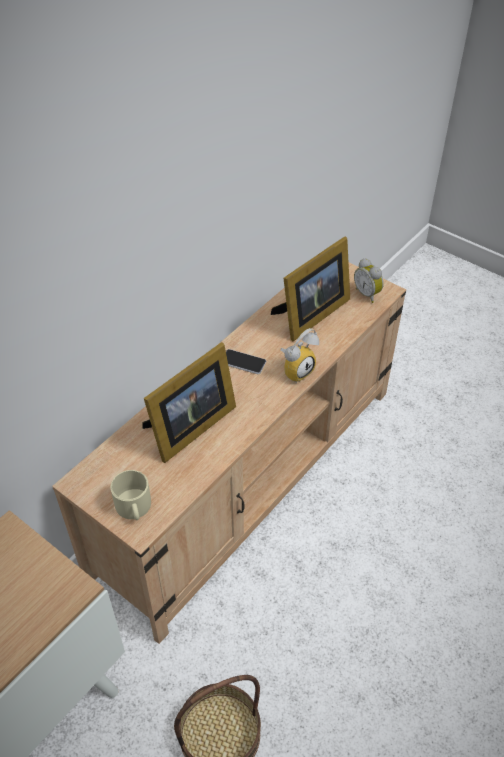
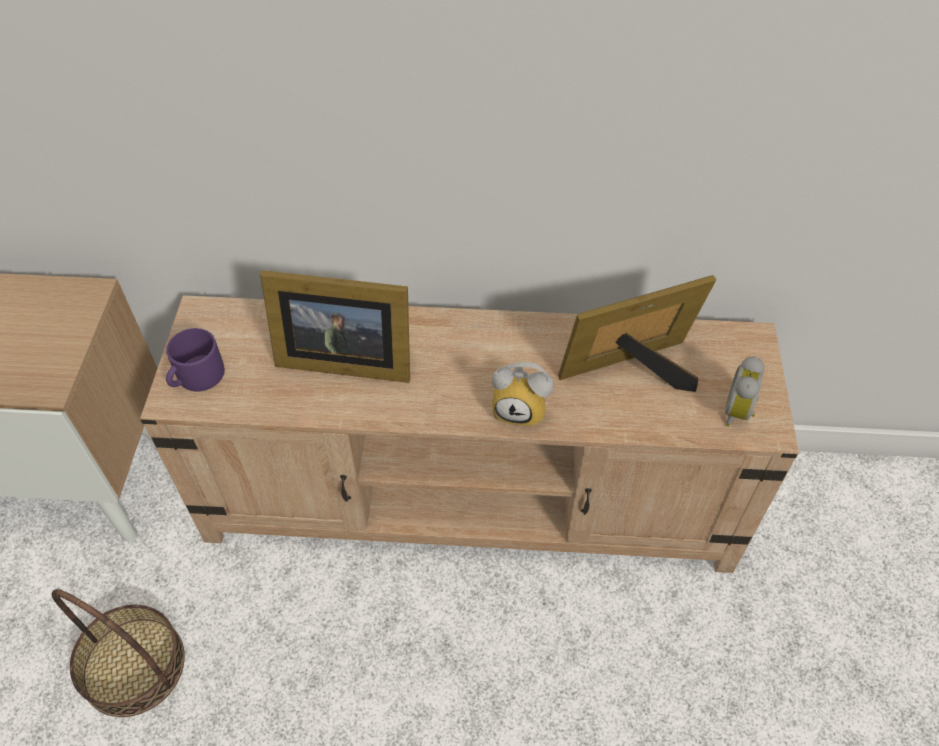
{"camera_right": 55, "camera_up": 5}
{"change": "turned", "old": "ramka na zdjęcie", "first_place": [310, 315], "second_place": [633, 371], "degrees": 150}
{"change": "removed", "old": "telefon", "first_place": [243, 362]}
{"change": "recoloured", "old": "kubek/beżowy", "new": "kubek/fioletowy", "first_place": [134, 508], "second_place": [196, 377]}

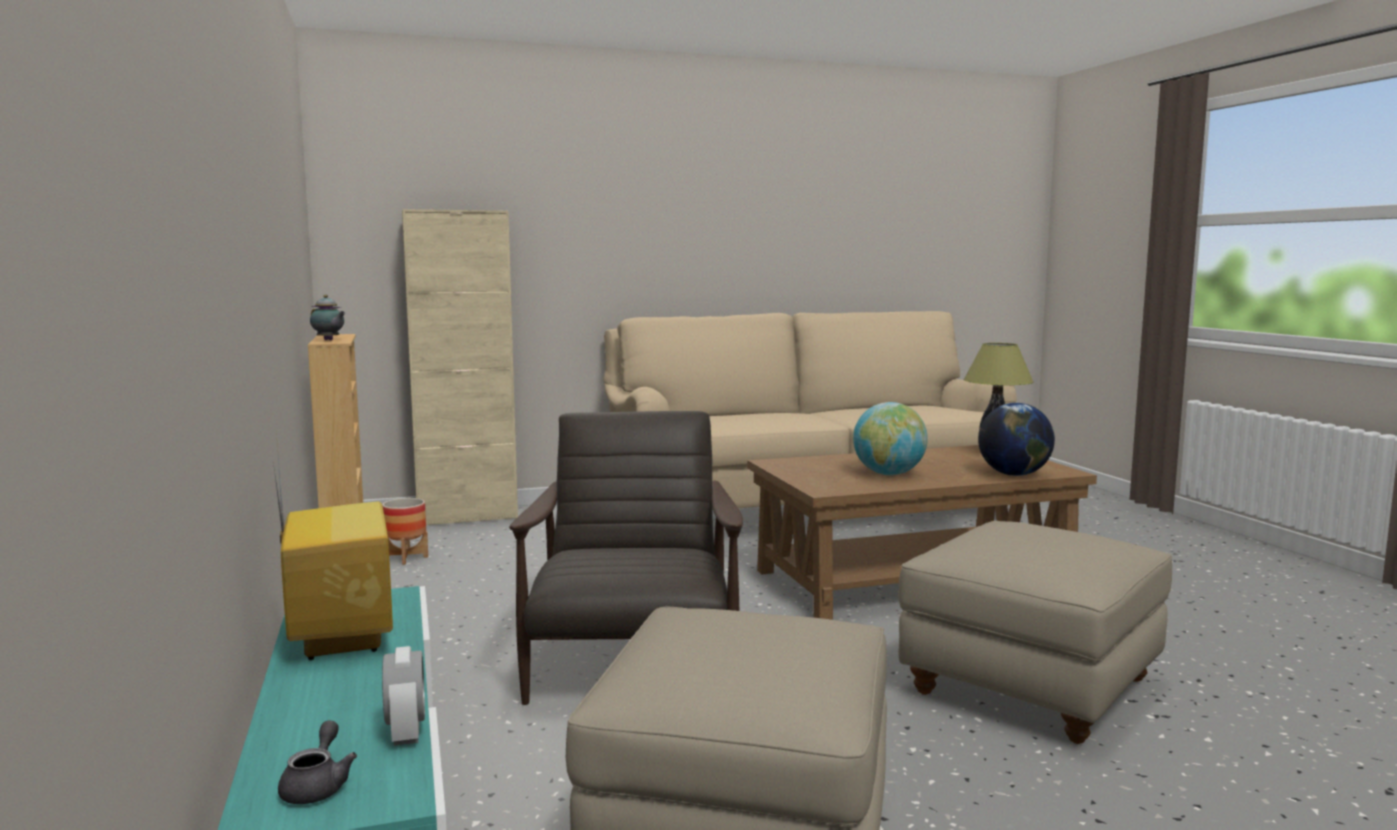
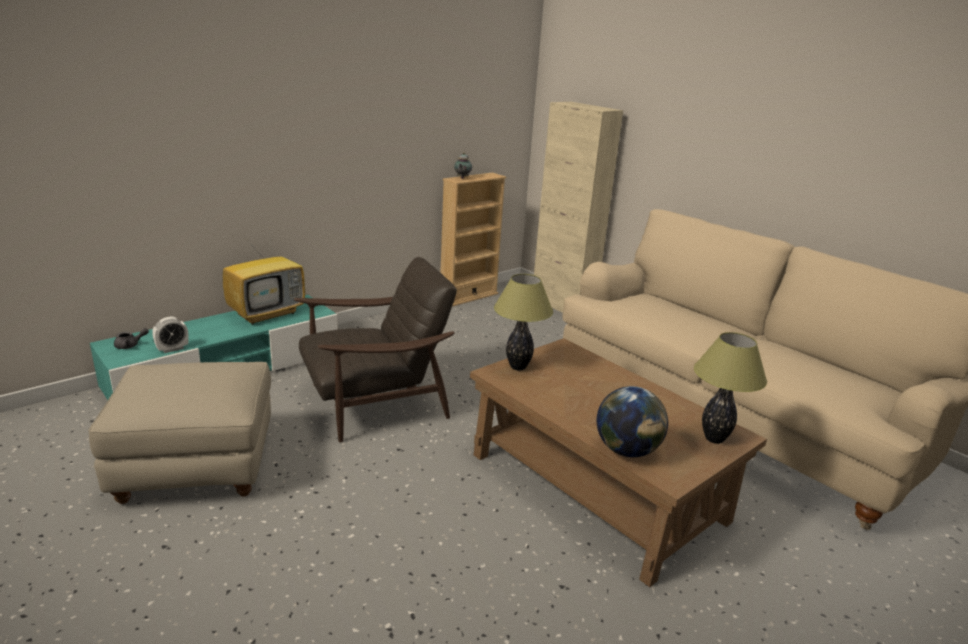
{"camera_right": 65, "camera_up": 15}
{"change": "removed", "old": "globus", "first_place": [888, 474]}
{"change": "removed", "old": "donica", "first_place": [406, 558]}
{"change": "removed", "old": "pufa/beżowy", "first_place": [1031, 688]}
{"change": "added", "new": "lampa stołowa", "second_place": [518, 367]}

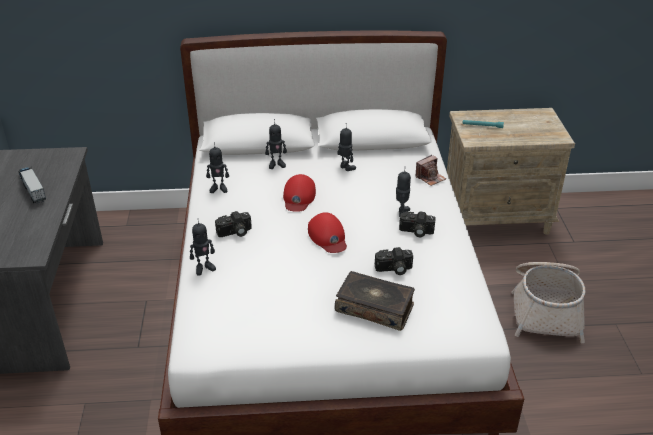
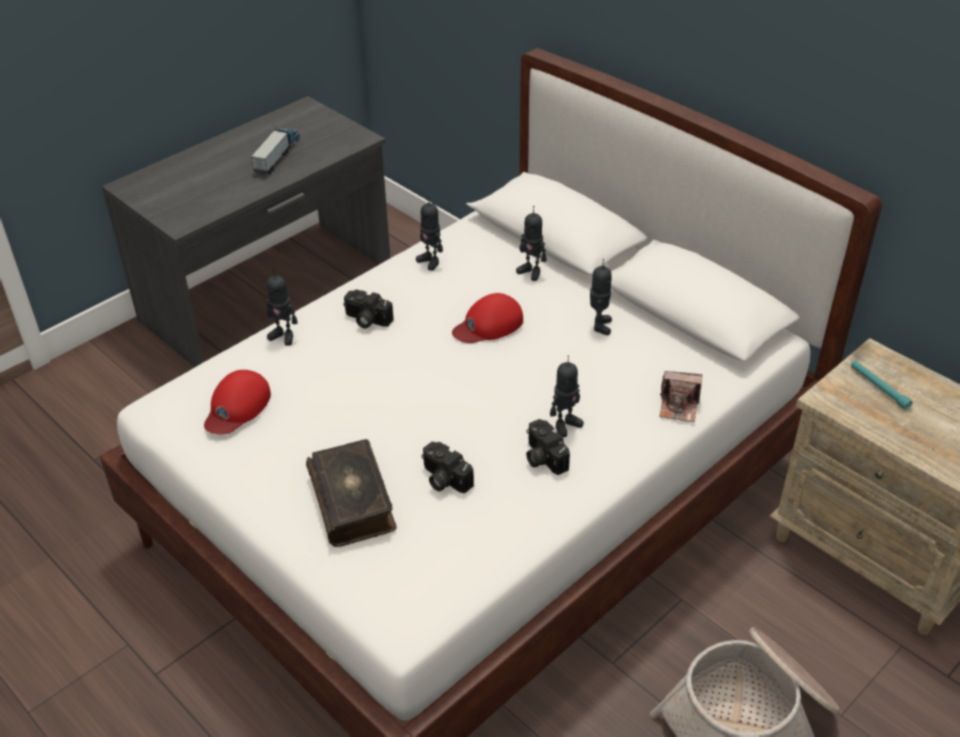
{"camera_right": 50, "camera_up": 5}
{"change": "moved", "old": "czapka z daszkiem/czerwony", "first_place": [328, 237], "second_place": [237, 407]}

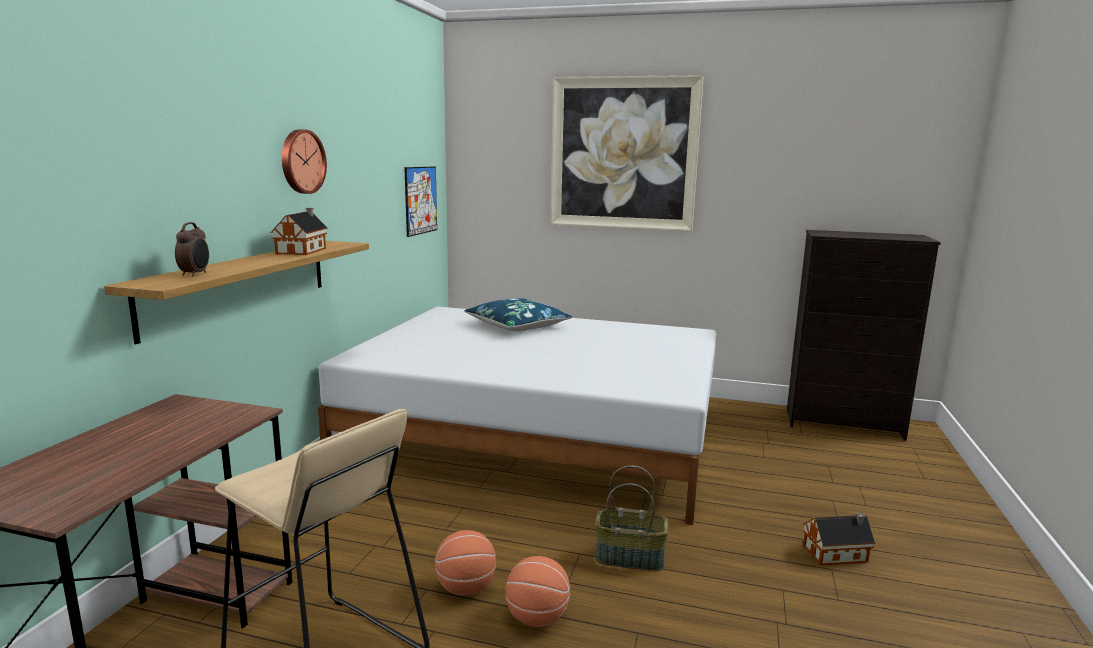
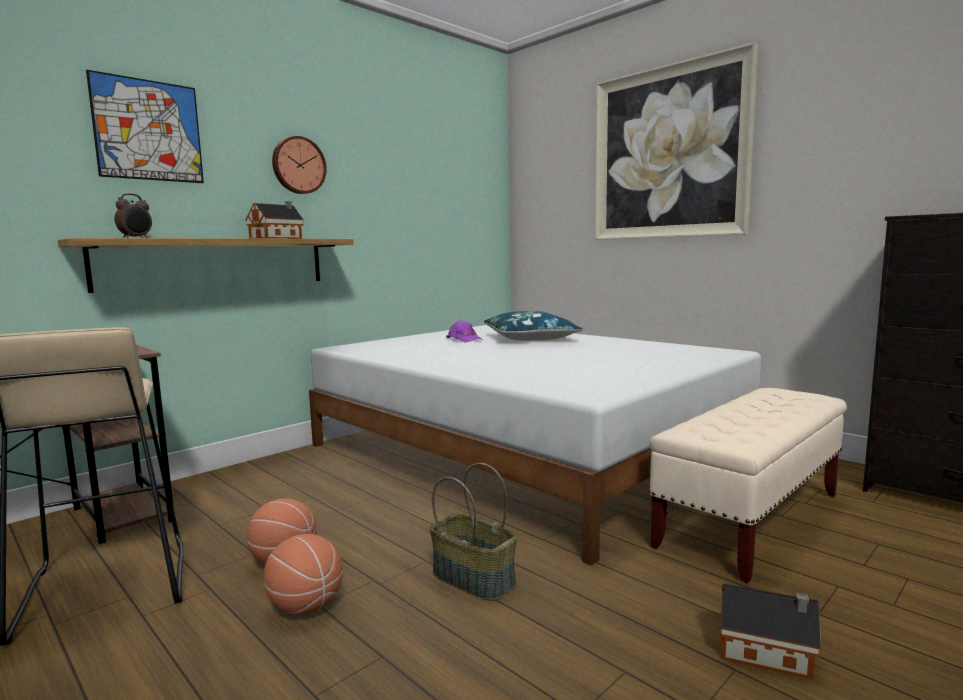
{"camera_right": 30, "camera_up": -5}
{"change": "moved", "old": "obraz", "first_place": [421, 200], "second_place": [148, 130]}
{"change": "added", "new": "czapka z daszkiem/fioletowy", "second_place": [464, 339]}
{"change": "added", "new": "ławka/beżowy", "second_place": [751, 519]}

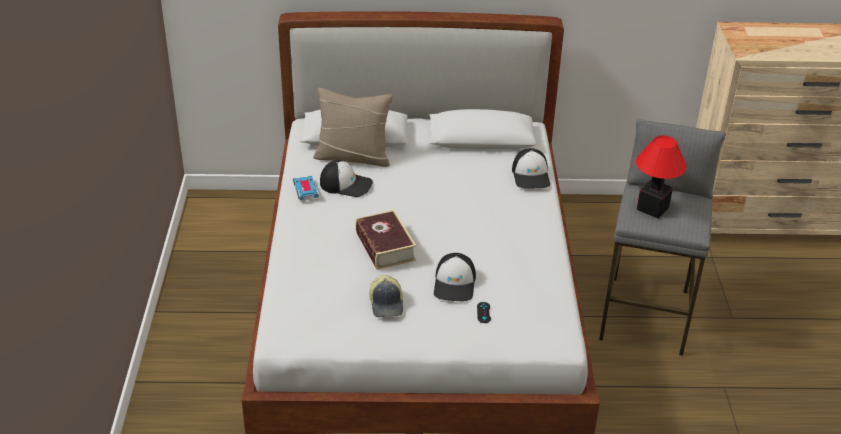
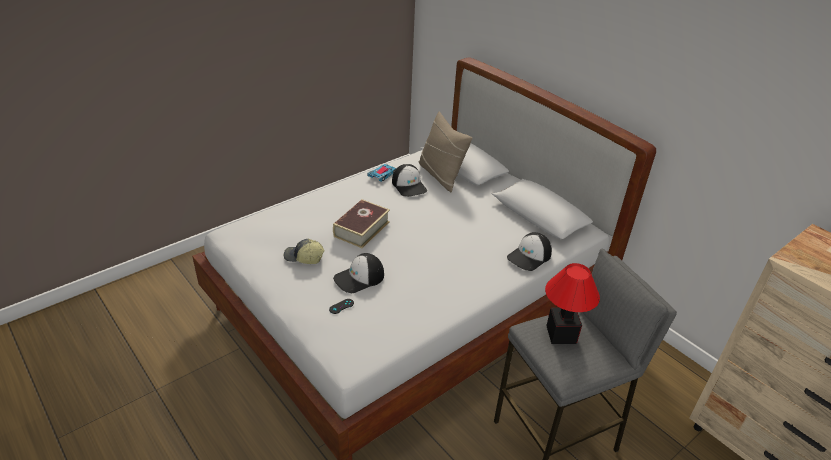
{"camera_right": 50, "camera_up": 0}
{"change": "turned", "old": "czapka z daszkiem", "first_place": [387, 304], "second_place": [303, 257], "degrees": 60}

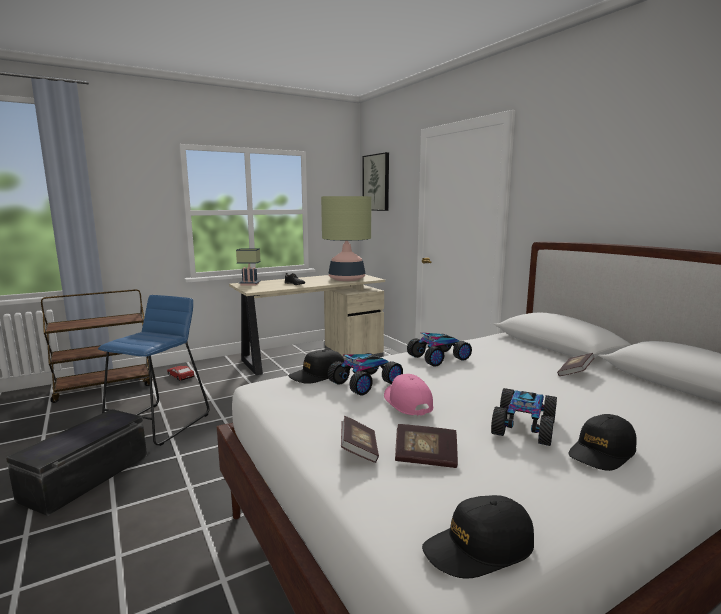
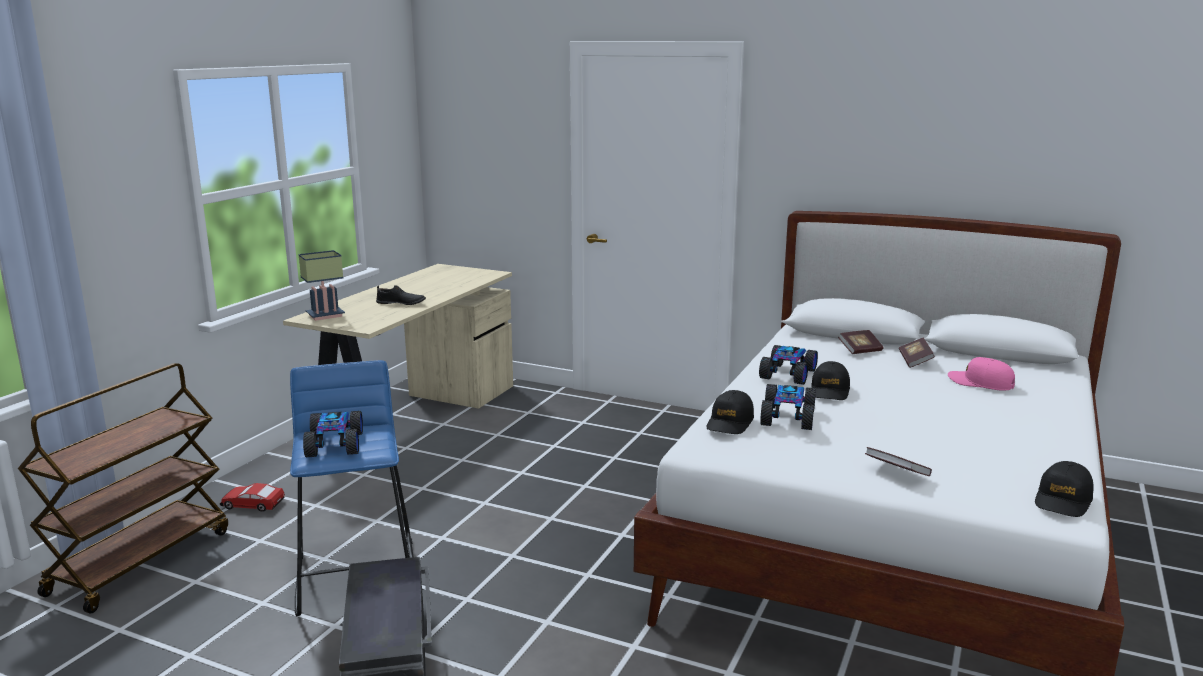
{"camera_right": -35, "camera_up": 5}
{"change": "removed", "old": "obraz", "first_place": [376, 182]}
{"change": "removed", "old": "lampa stołowa", "first_place": [347, 279]}
{"change": "moved", "old": "czapka z daszkiem/różowy", "first_place": [407, 402], "second_place": [980, 383]}
{"change": "moved", "old": "samochodzik", "first_place": [525, 427], "second_place": [336, 444]}
{"change": "moved", "old": "czapka z daszkiem/czarny", "first_place": [602, 452], "second_place": [830, 391]}
{"change": "moved", "old": "książka", "first_place": [425, 458], "second_place": [860, 351]}

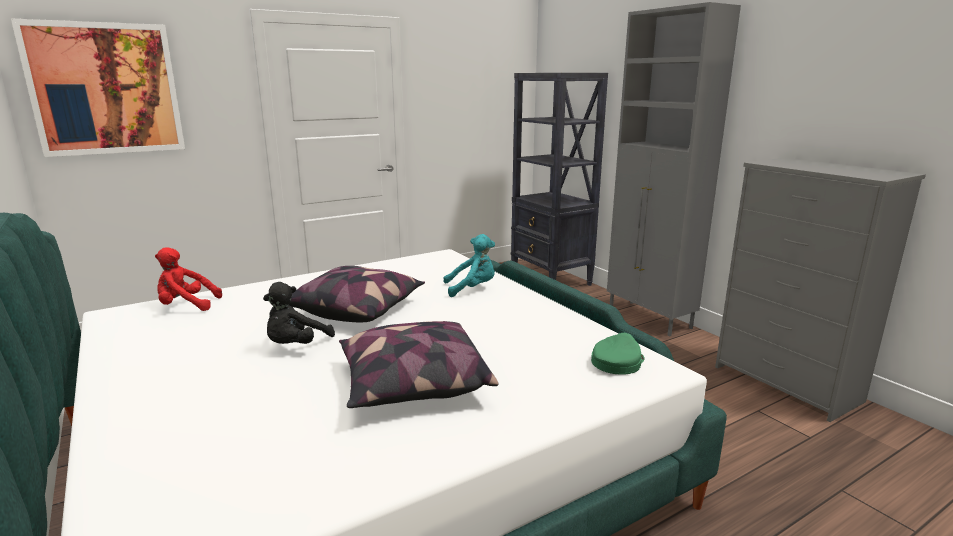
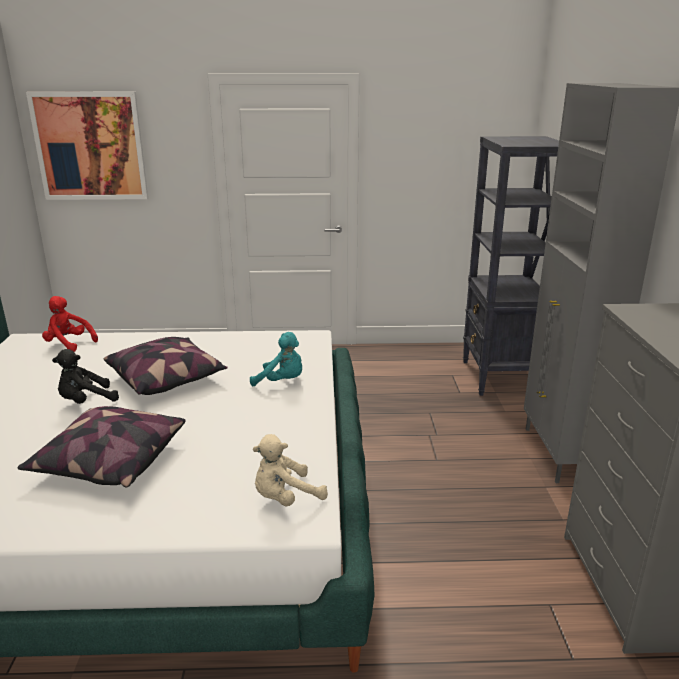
{"camera_right": 30, "camera_up": 5}
{"change": "replaced", "old": "czapka z daszkiem/zielony", "new": "pluszak/beżowy", "first_place": [617, 361], "second_place": [285, 498]}

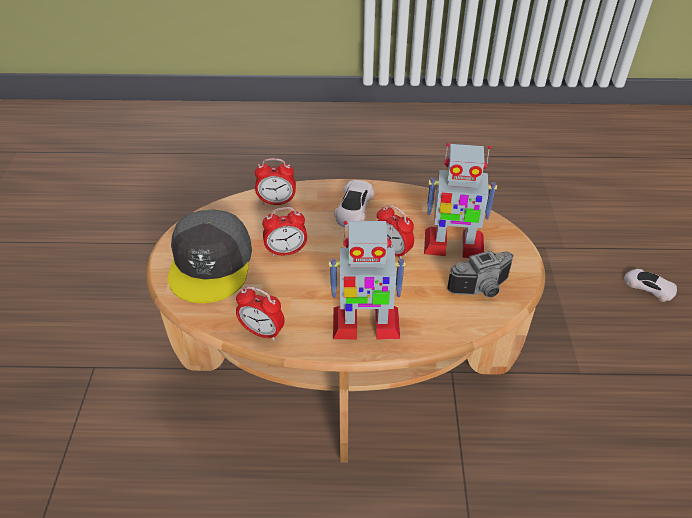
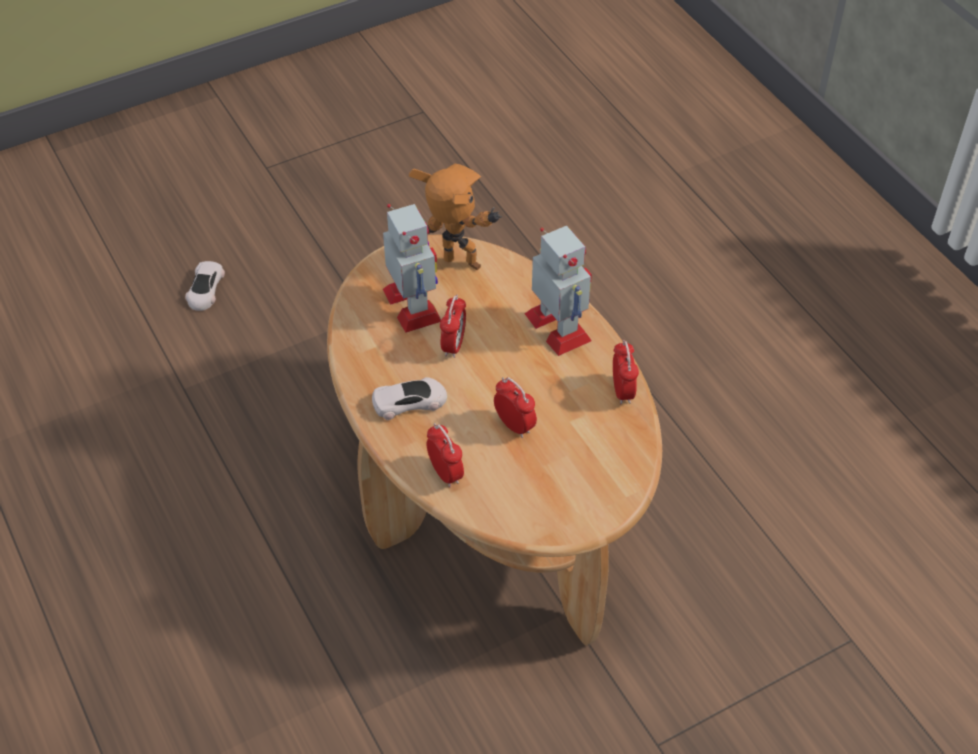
{"camera_right": -120, "camera_up": 5}
{"change": "removed", "old": "czapka z daszkiem/szary", "first_place": [211, 263]}
{"change": "replaced", "old": "aparat fotograficzny", "new": "robot zabawkowy", "first_place": [482, 290], "second_place": [460, 267]}

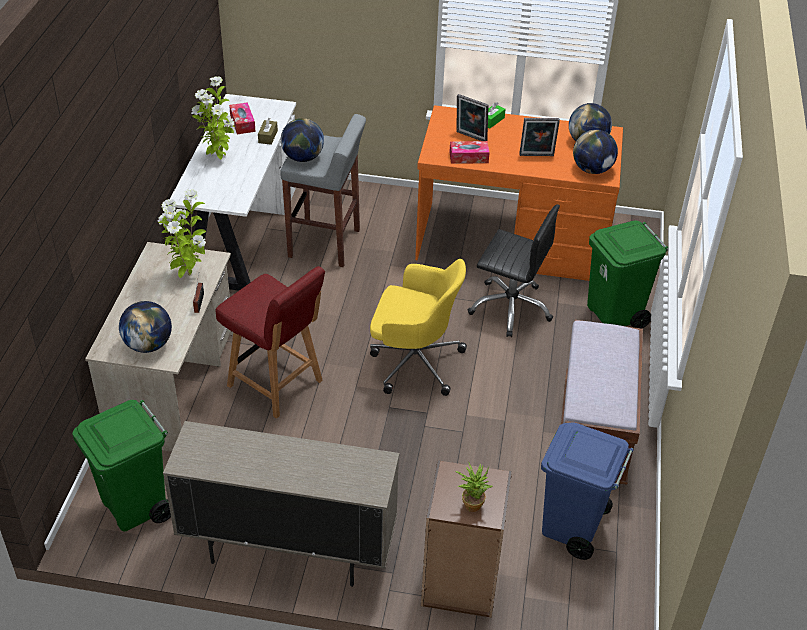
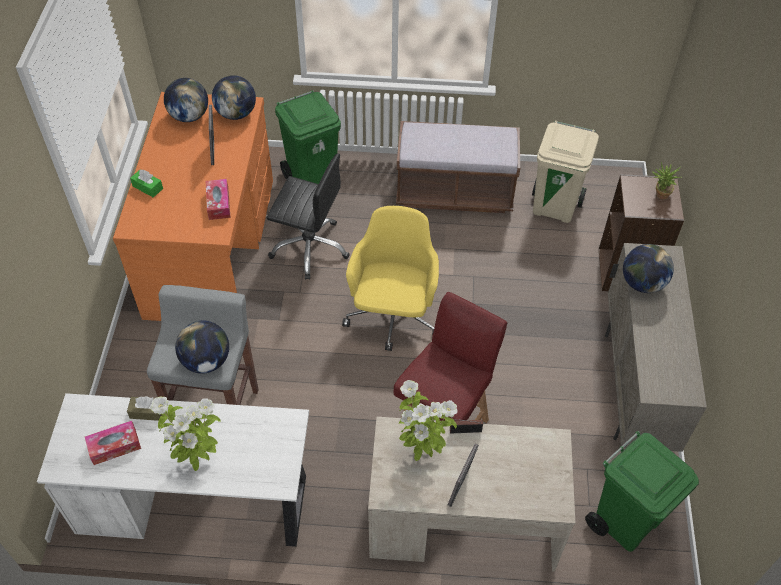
{"camera_right": -95, "camera_up": 10}
{"change": "moved", "old": "ramka na zdjęcie", "first_place": [470, 137], "second_place": [460, 488]}
{"change": "turned", "old": "krzesło biurowe/czarny", "first_place": [510, 307], "second_place": [310, 247], "degrees": 90}
{"change": "moved", "old": "globus", "first_place": [148, 345], "second_place": [642, 283]}
{"change": "recoloured", "old": "kosz na śmieci/niebieski", "new": "kosz na śmieci/beżowy", "first_place": [572, 528], "second_place": [555, 207]}

